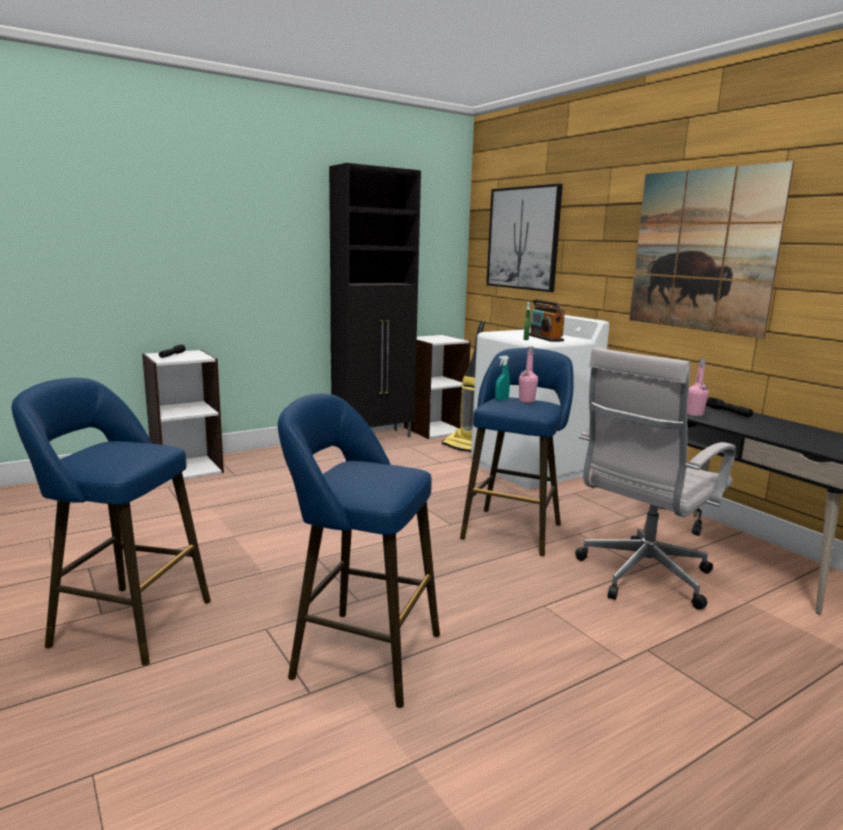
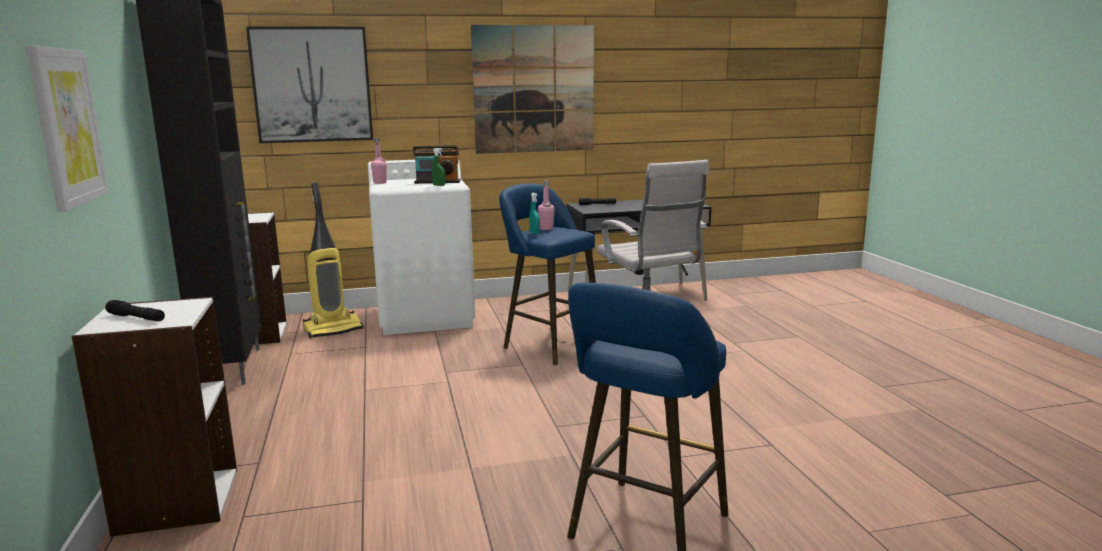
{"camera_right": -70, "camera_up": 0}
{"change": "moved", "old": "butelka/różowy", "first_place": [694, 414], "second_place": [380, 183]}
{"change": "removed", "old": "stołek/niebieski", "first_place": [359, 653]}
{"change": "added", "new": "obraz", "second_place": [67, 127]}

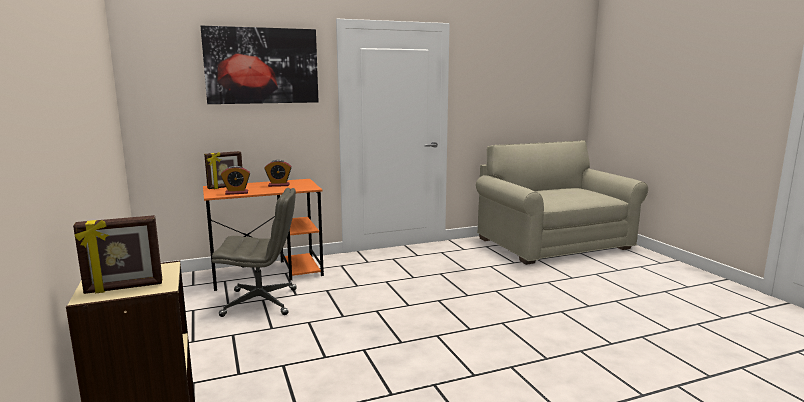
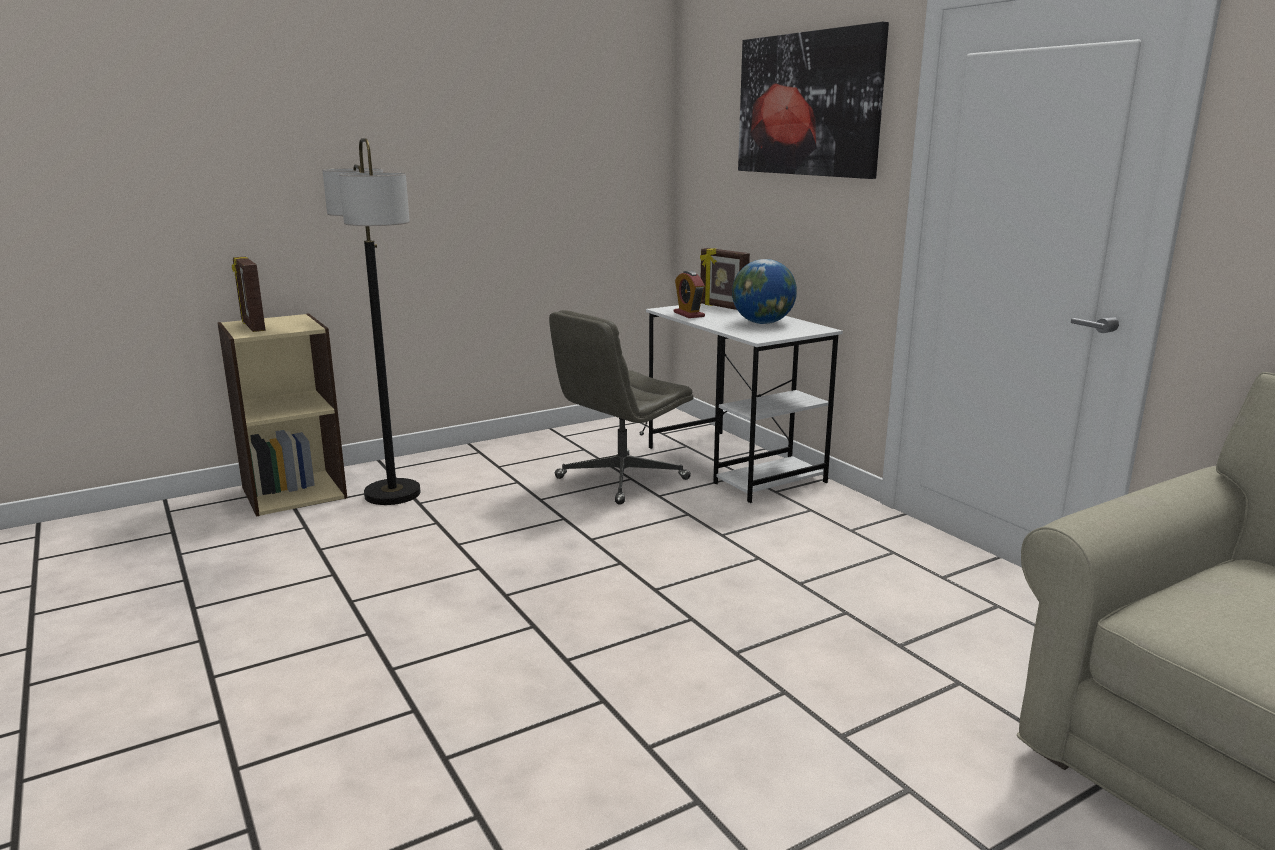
{"camera_right": 80, "camera_up": 5}
{"change": "replaced", "old": "budzik", "new": "globus", "first_place": [279, 185], "second_place": [763, 323]}
{"change": "recoloured", "old": "biurko/pomarańczowy", "new": "biurko/biały", "first_place": [268, 273], "second_place": [734, 464]}
{"change": "turned", "old": "krzesło biurowe/szary", "first_place": [261, 302], "second_place": [621, 479], "degrees": 60}
{"change": "added", "new": "lampa stojąca", "second_place": [392, 494]}

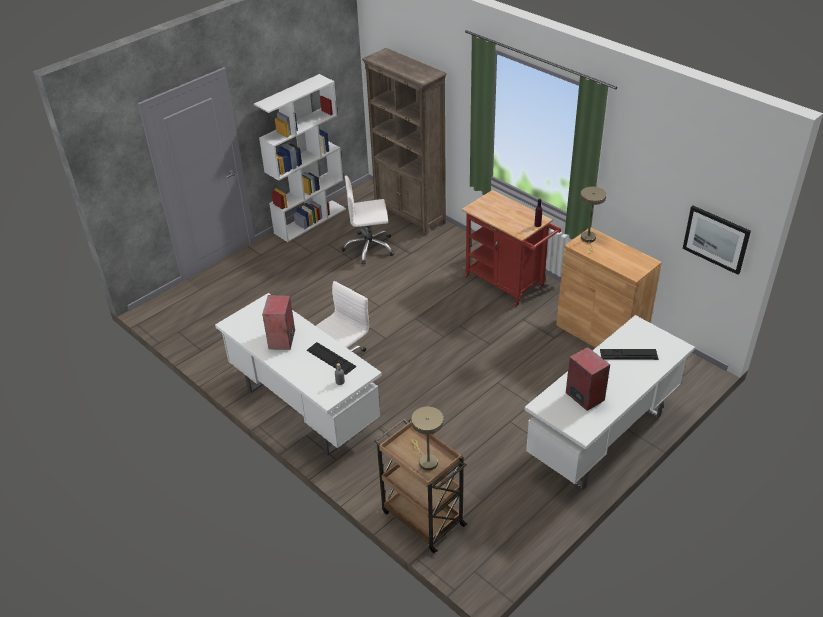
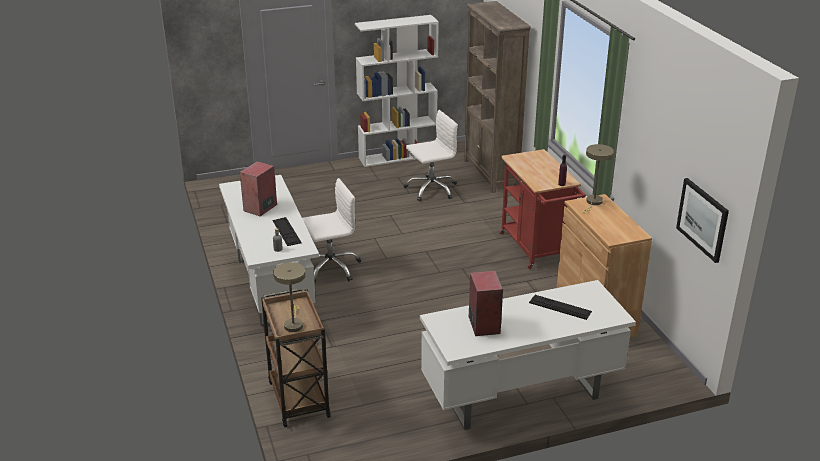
{"camera_right": 25, "camera_up": -10}
{"change": "turned", "old": "krzesło biurowe/biały", "first_place": [369, 248], "second_place": [431, 189], "degrees": 135}

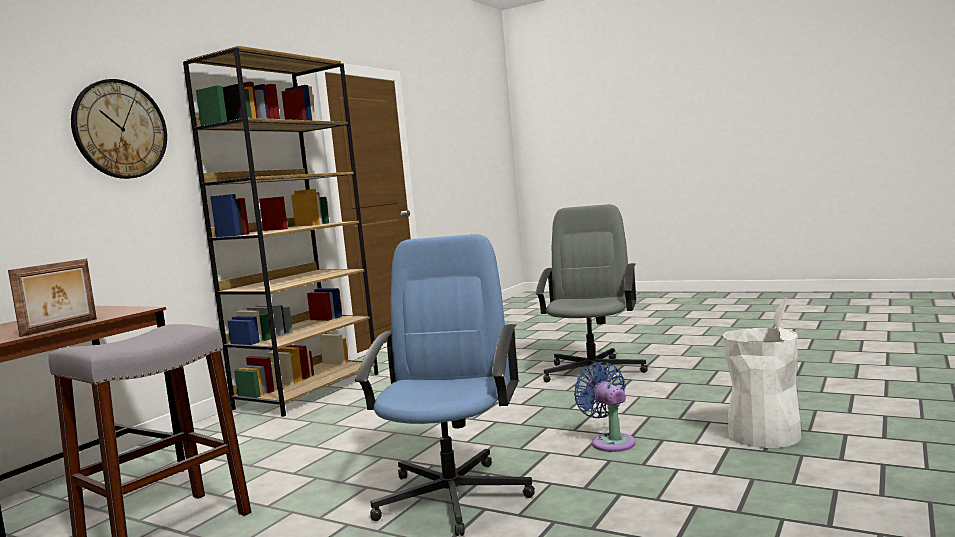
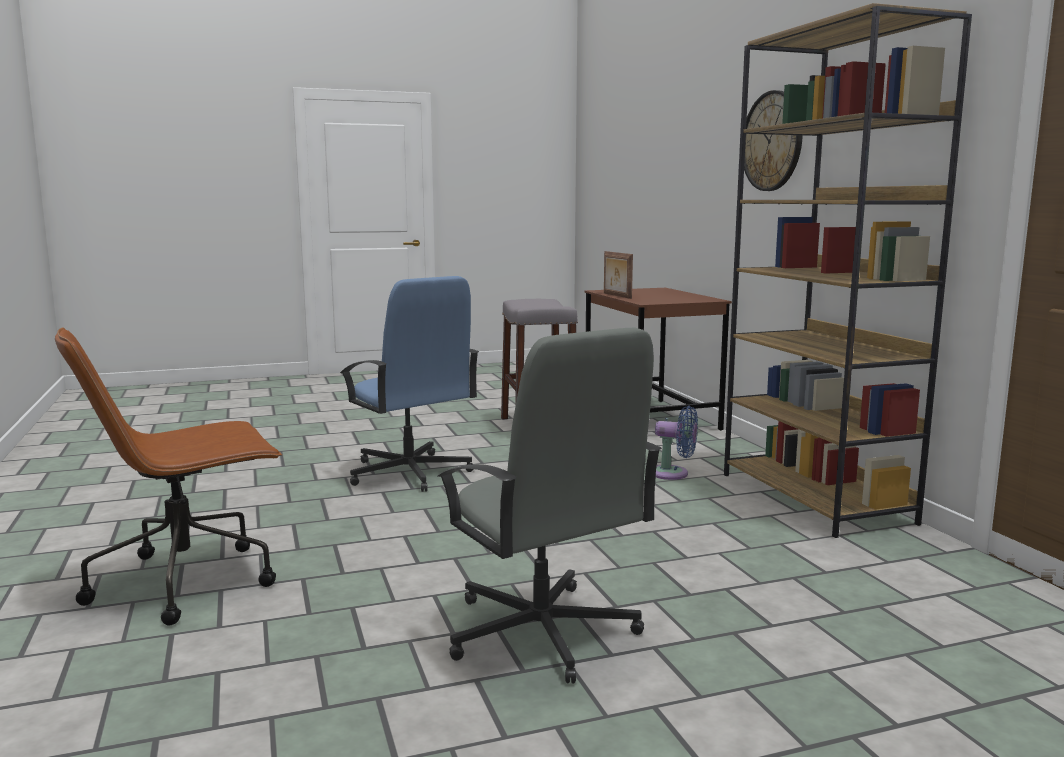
{"camera_right": 130, "camera_up": 5}
{"change": "replaced", "old": "kosz na śmieci/biały", "new": "krzesło biurowe/brązowy", "first_place": [764, 435], "second_place": [187, 581]}
{"change": "moved", "old": "wentylator/niebieski", "first_place": [610, 441], "second_place": [673, 474]}

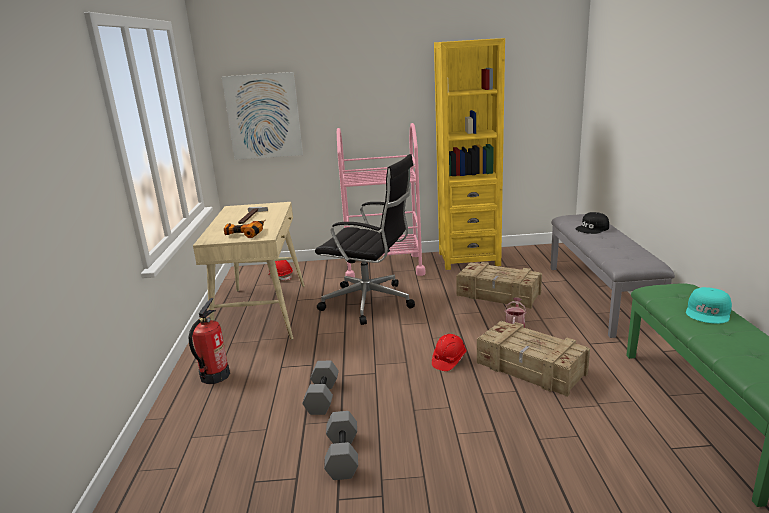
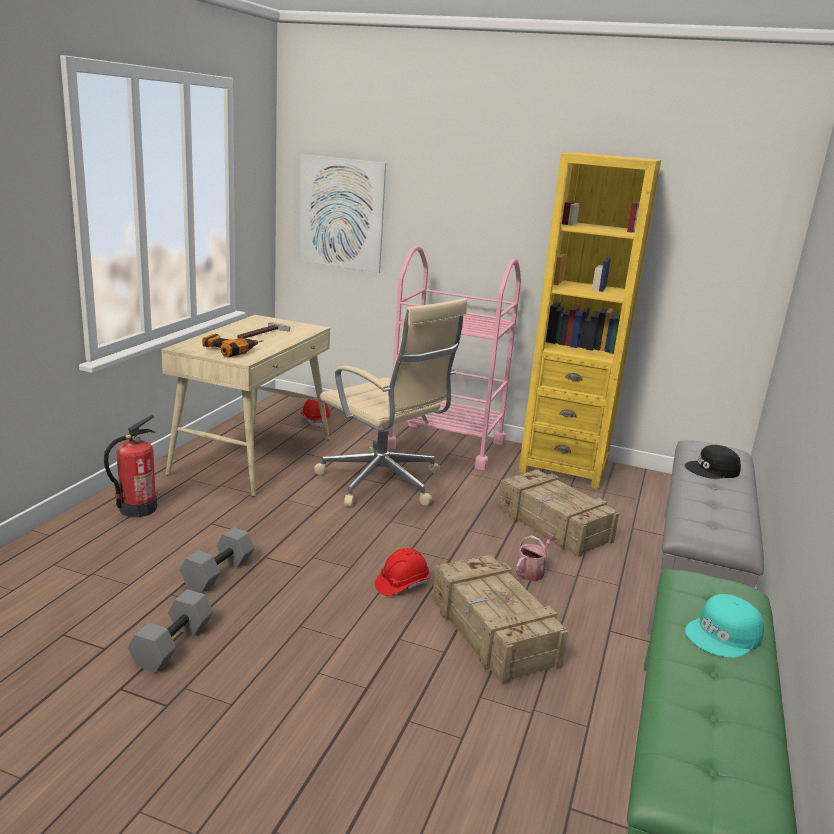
{"camera_right": 20, "camera_up": 0}
{"change": "recoloured", "old": "krzesło biurowe/czarny", "new": "krzesło biurowe/beżowy", "first_place": [370, 303], "second_place": [383, 483]}

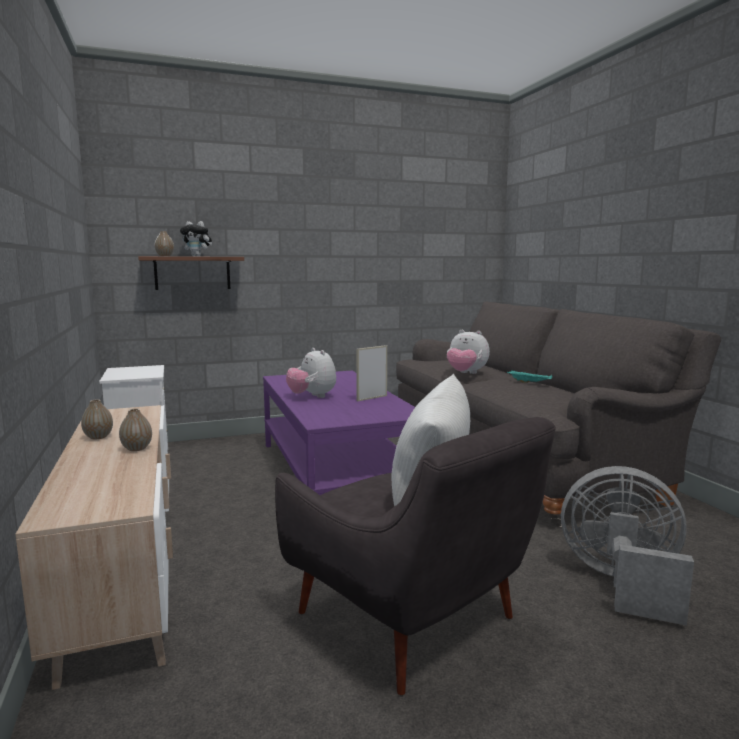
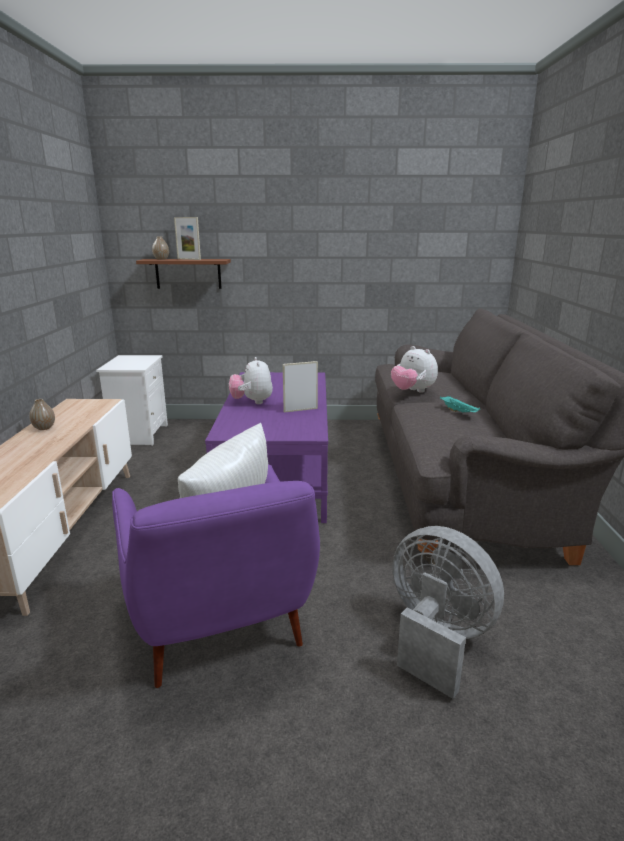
{"camera_right": 20, "camera_up": 10}
{"change": "replaced", "old": "pluszak", "new": "ramka na zdjęcie", "first_place": [198, 256], "second_place": [189, 259]}
{"change": "removed", "old": "wazon", "first_place": [137, 448]}
{"change": "recoloured", "old": "fotel/szary", "new": "fotel/fioletowy", "first_place": [413, 621], "second_place": [219, 627]}

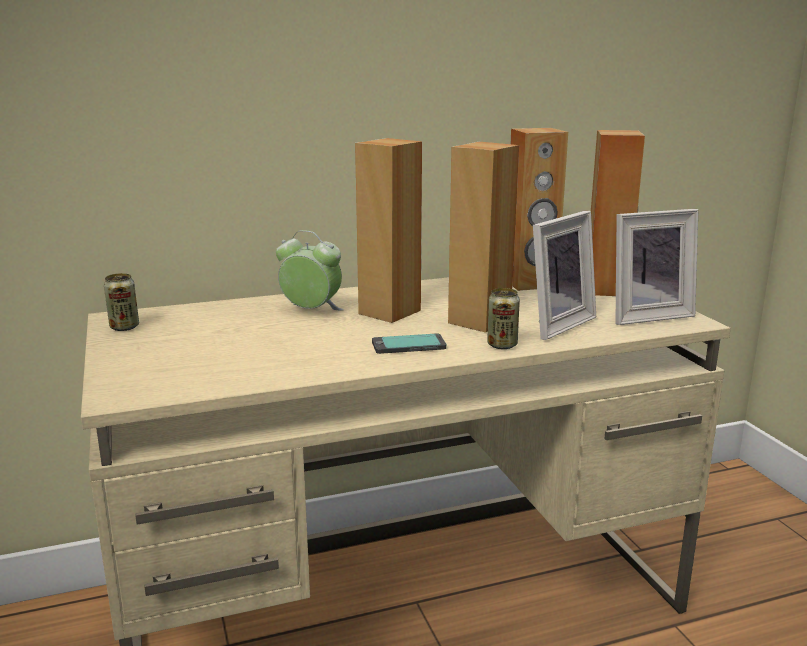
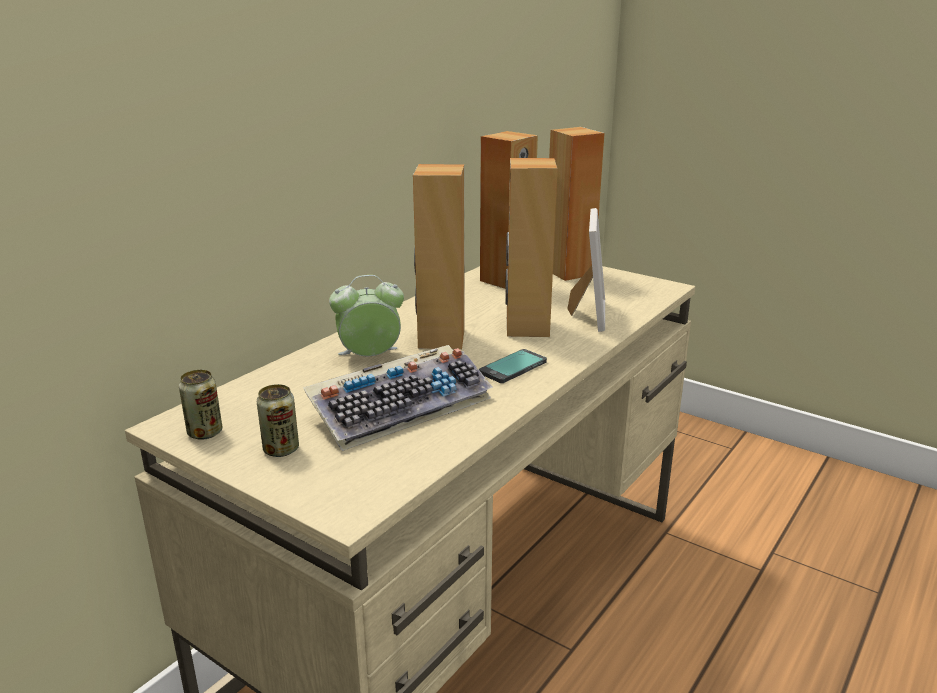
{"camera_right": -35, "camera_up": 5}
{"change": "removed", "old": "ramka na zdjęcie", "first_place": [646, 315]}
{"change": "moved", "old": "puszka", "first_place": [502, 345], "second_place": [281, 449]}
{"change": "added", "new": "klawiatura", "second_place": [402, 406]}

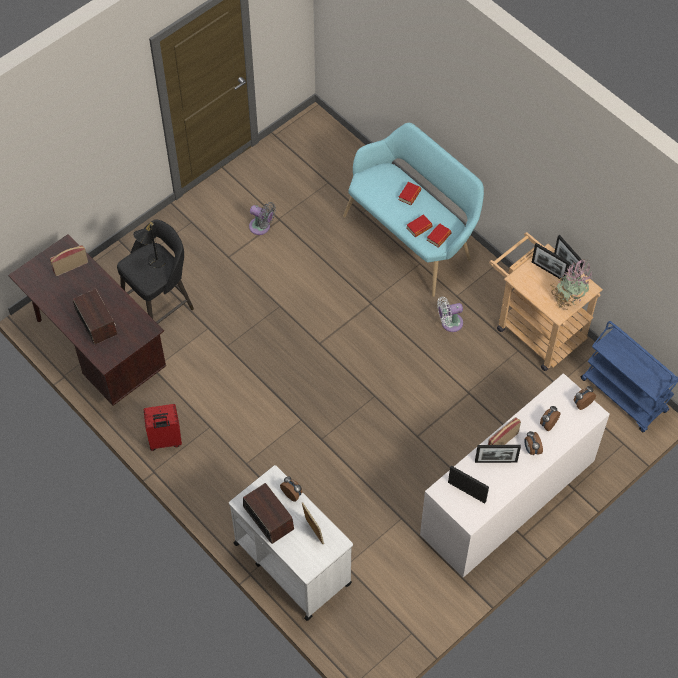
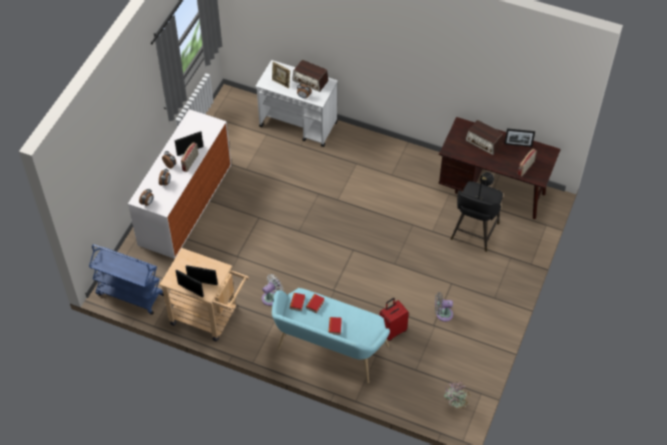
{"camera_right": 155, "camera_up": -5}
{"change": "moved", "old": "roślina doniczkowa", "first_place": [567, 300], "second_place": [455, 406]}
{"change": "moved", "old": "walizka/czerwony", "first_place": [165, 441], "second_place": [392, 330]}
{"change": "moved", "old": "ramka na zdjęcie", "first_place": [466, 492], "second_place": [518, 145]}

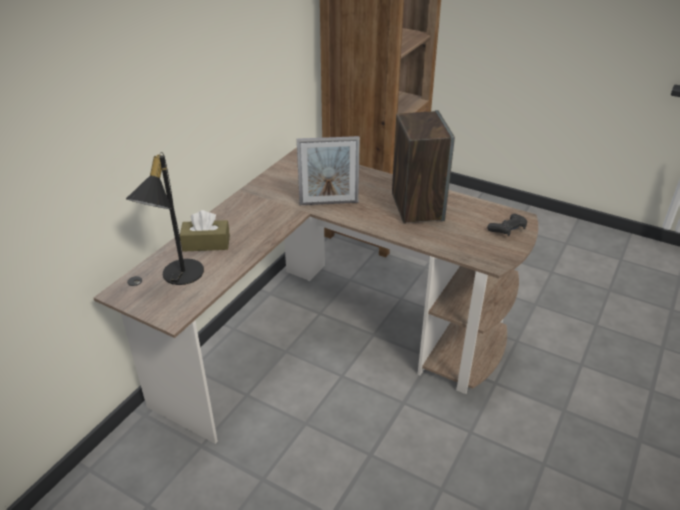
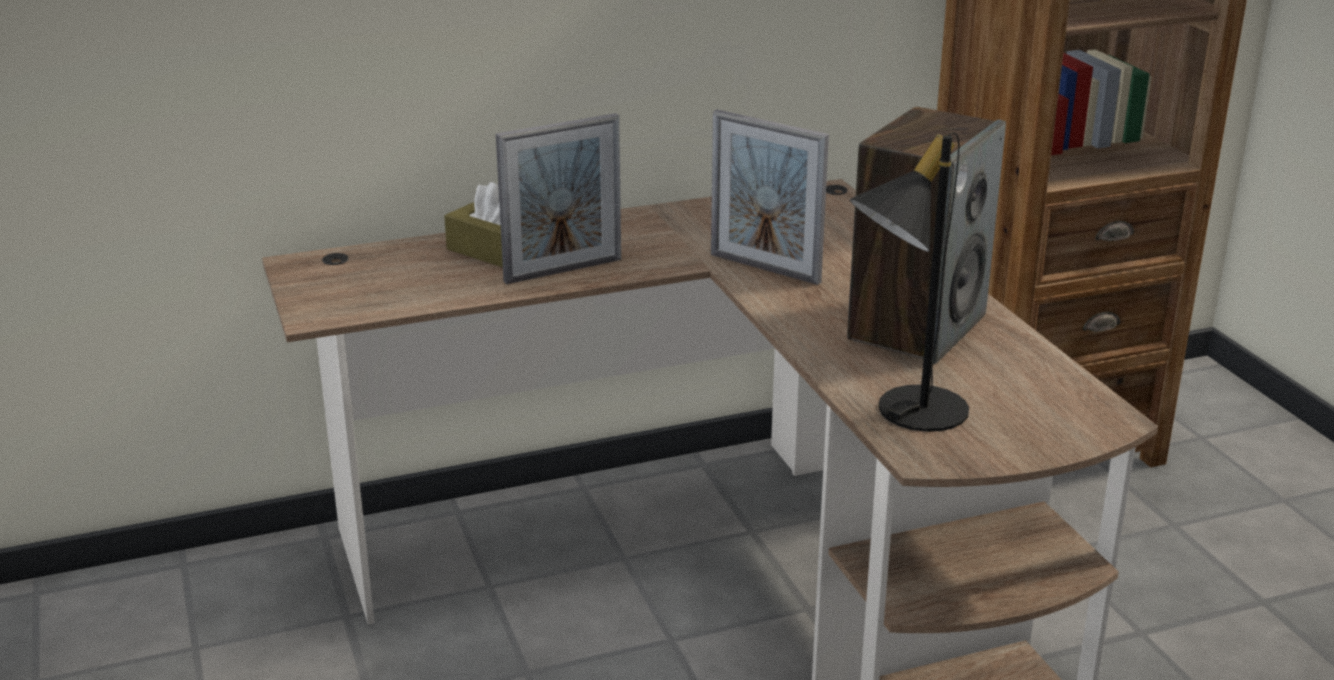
{"camera_right": 40, "camera_up": -10}
{"change": "moved", "old": "lampa stołowa/czarny", "first_place": [176, 276], "second_place": [905, 410]}
{"change": "removed", "old": "pad do gier/czarny", "first_place": [507, 229]}
{"change": "added", "new": "ramka na zdjęcie", "second_place": [563, 270]}

